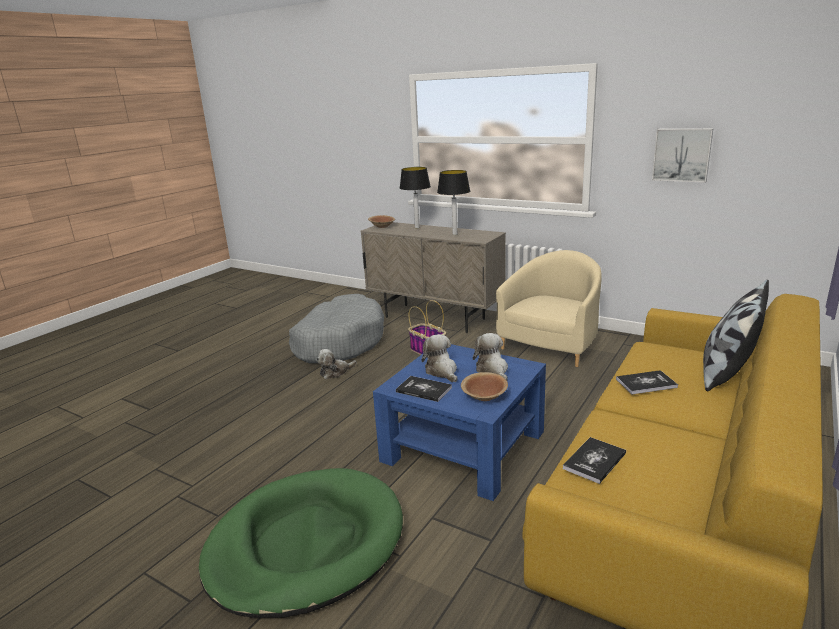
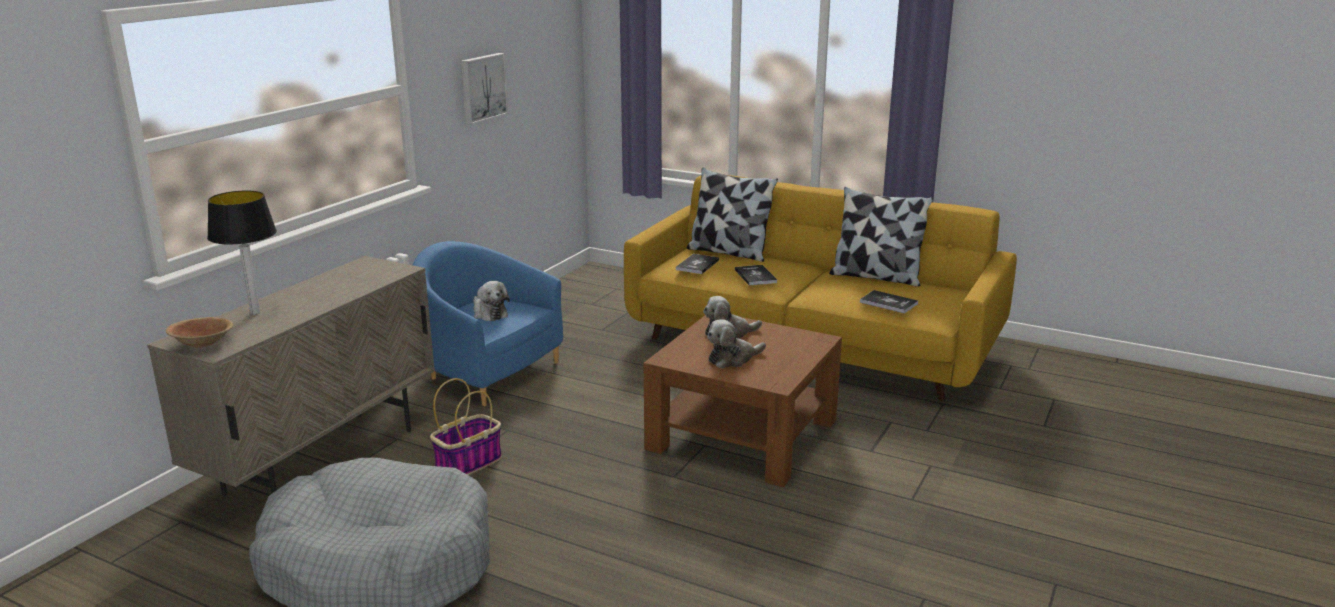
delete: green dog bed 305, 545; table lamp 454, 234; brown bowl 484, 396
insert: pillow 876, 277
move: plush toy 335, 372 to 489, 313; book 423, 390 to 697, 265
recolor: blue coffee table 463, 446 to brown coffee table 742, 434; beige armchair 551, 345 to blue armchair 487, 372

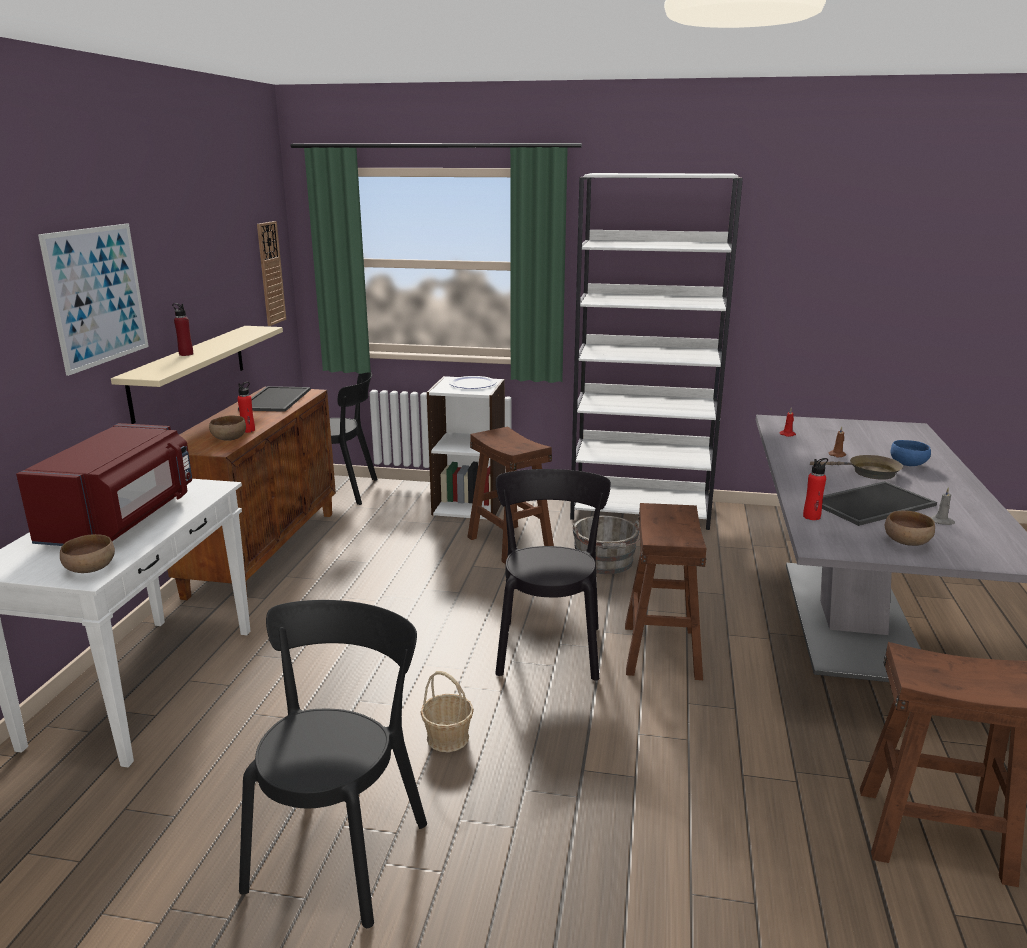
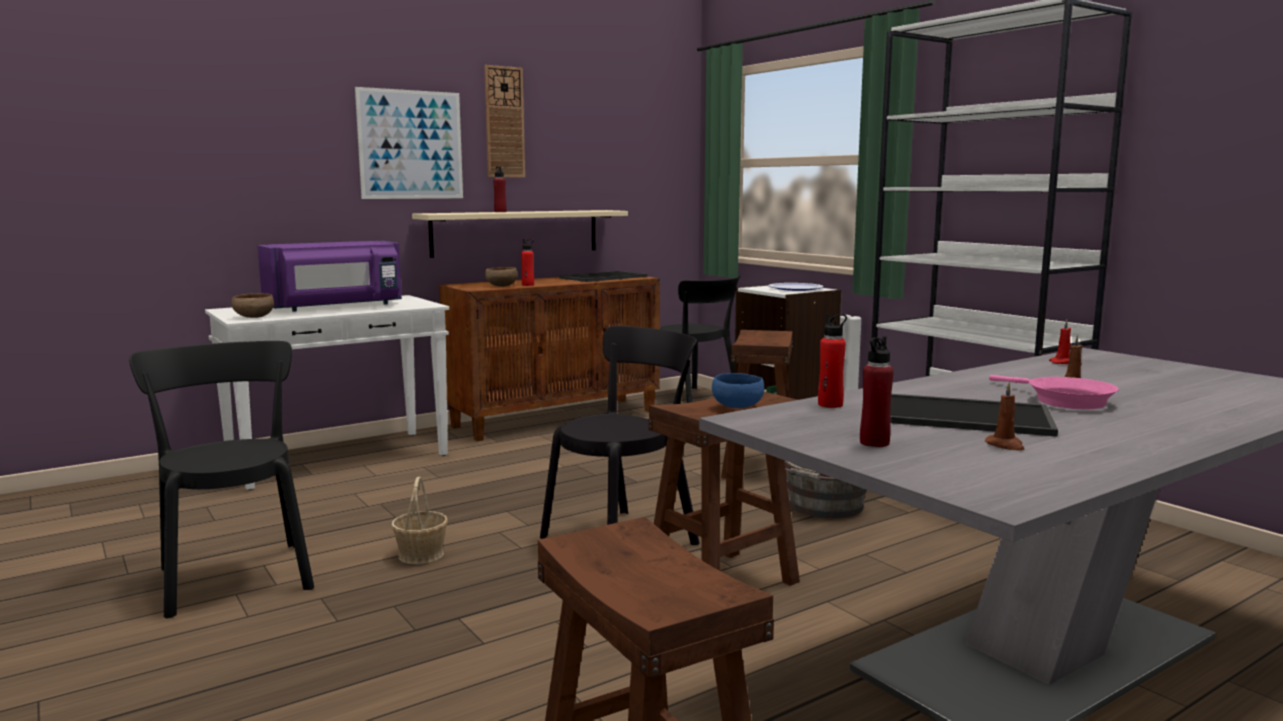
move: wall clock 270, 273 to 504, 122; blue bowl 908, 464 to 738, 407
replace: brown bowl 907, 543 to red bottle 874, 443
recolor: red microwave 123, 519 to purple microwave 336, 307; brown frying pan 869, 472 to pink frying pan 1063, 400; grey candle 942, 522 to brown candle 1005, 445
rotate: black chair 341, 849 = 236, 575 90 degrees counterclockwise

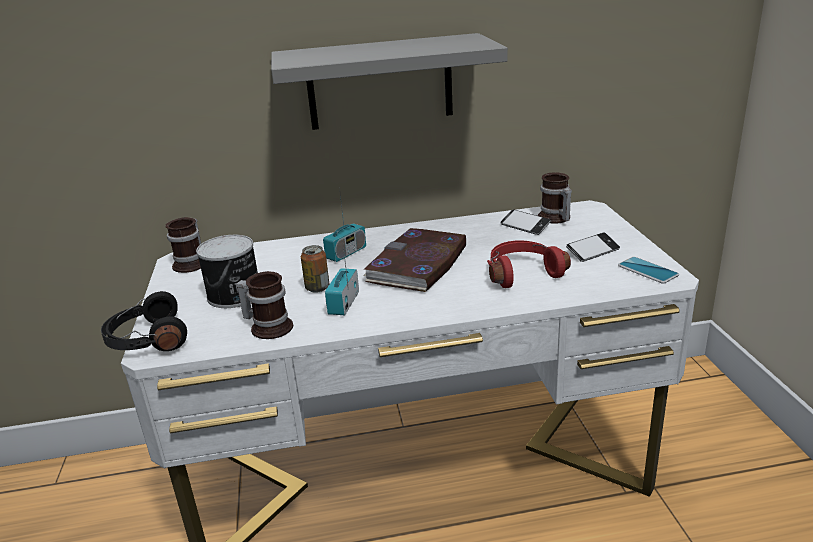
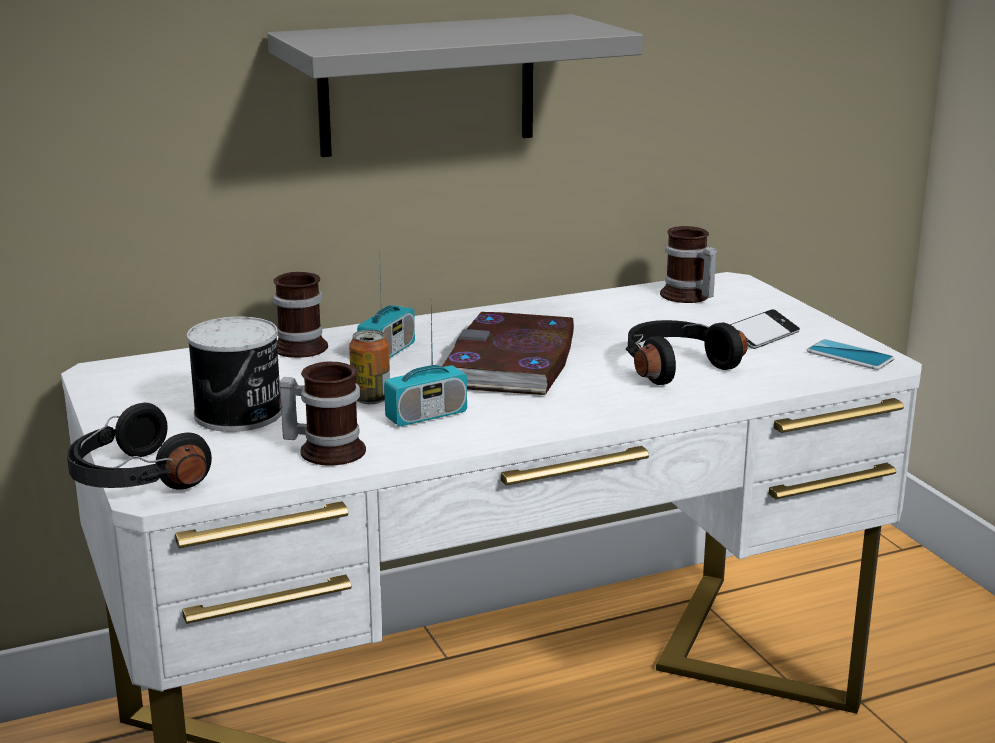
delete: phone 525, 226
move: mug 193, 263 to 303, 345
recolor: red headphones 522, 273 to black headphones 674, 366
rotate: radio 343, 303 = 426, 416 120 degrees counterclockwise

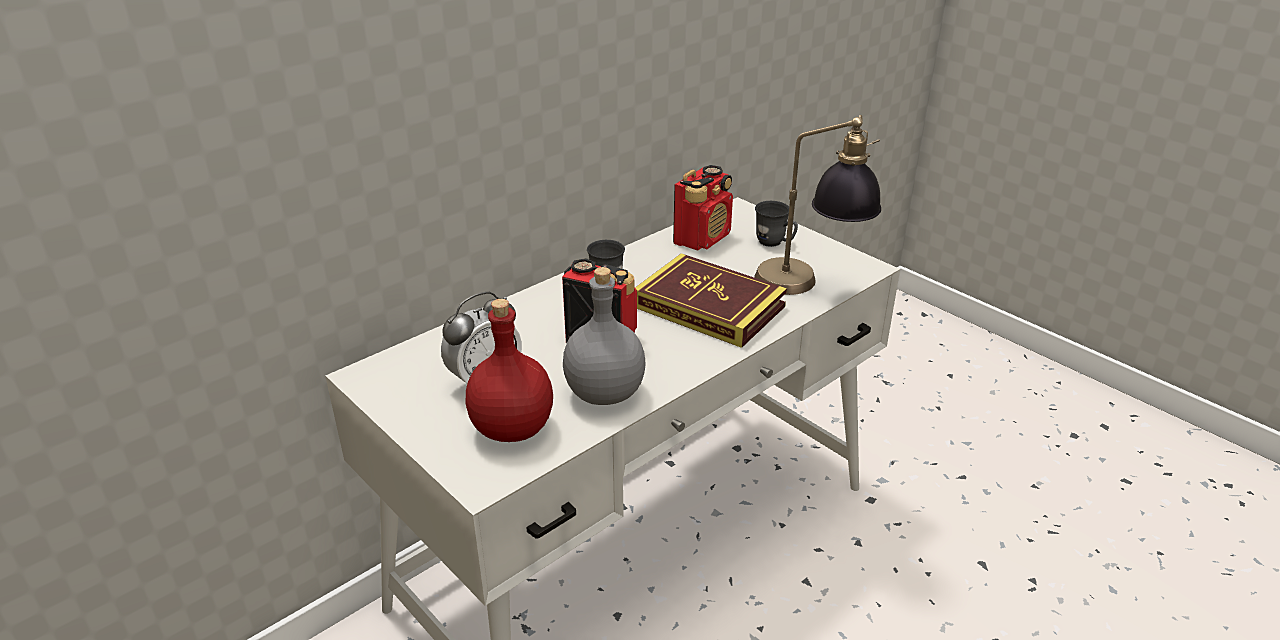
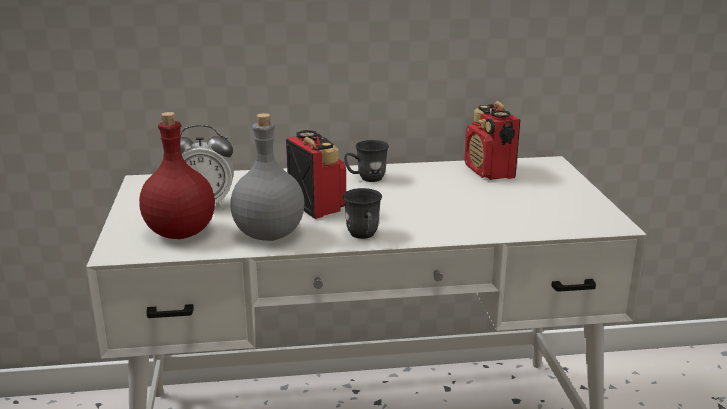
delete: book 709, 307; table lamp 810, 286
move: grey mug 775, 243 to 364, 236
rotate: radio 702, 238 = 489, 172 90 degrees clockwise

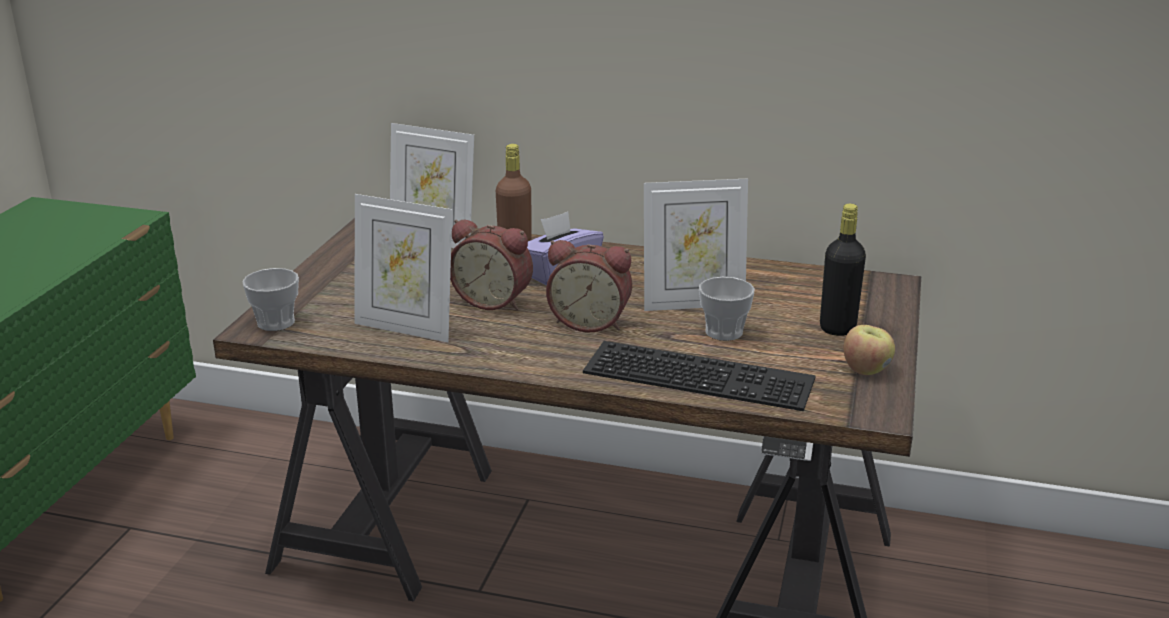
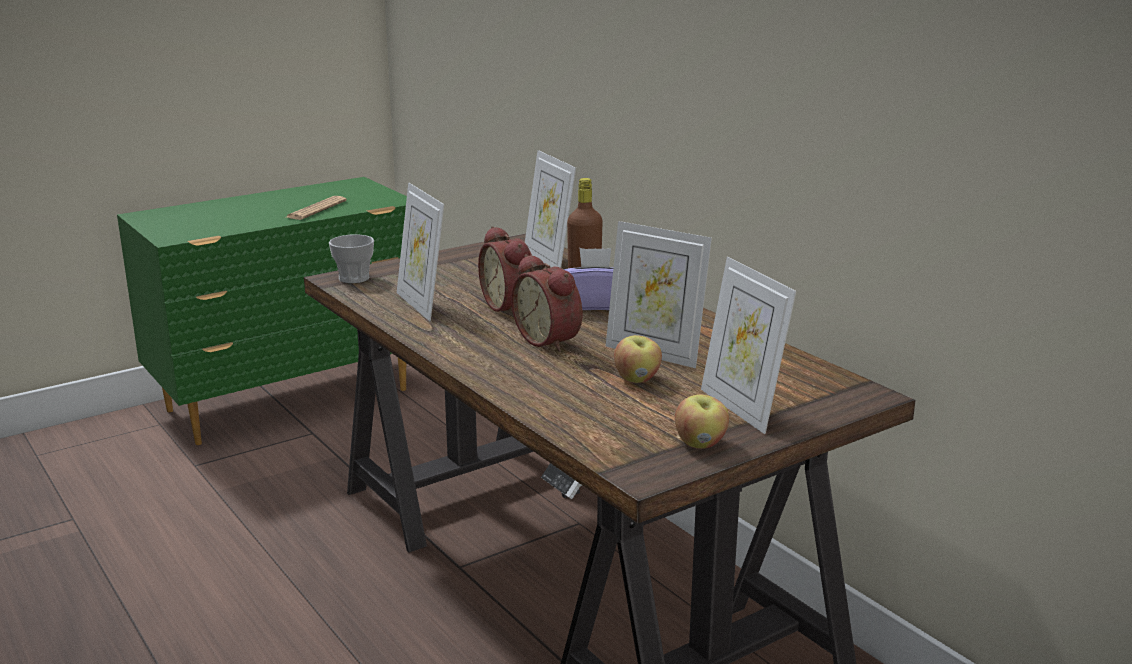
delete: keyboard 702, 374
insert: newspaper 316, 209
replace: cup 724, 332 to apple 637, 379; black bottle 837, 328 to picture frame 741, 408

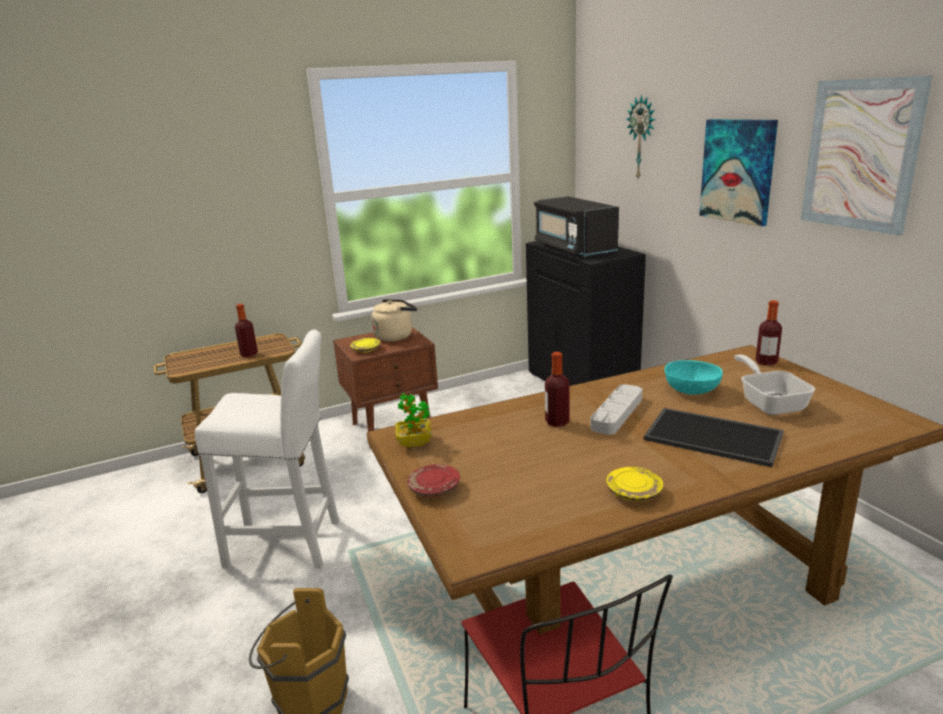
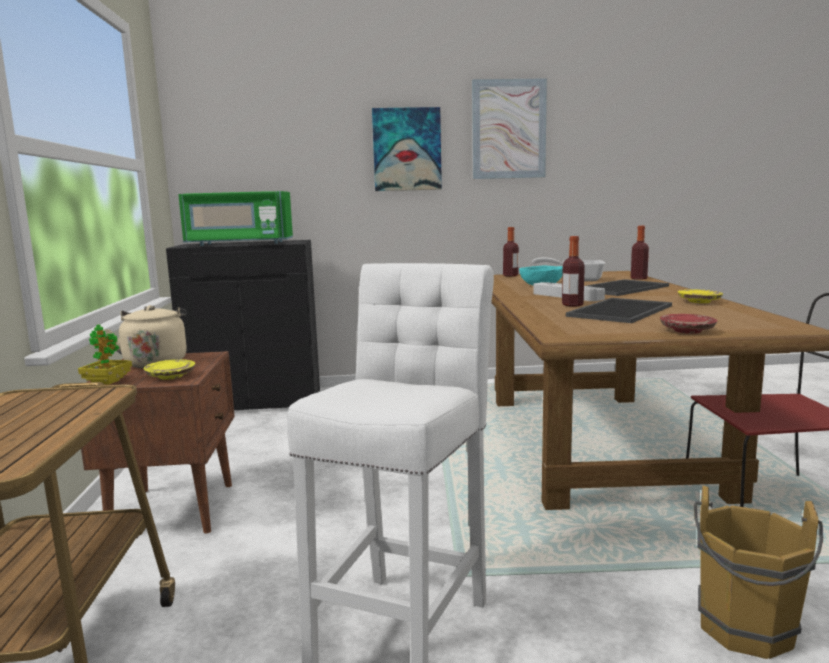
delete: wall clock 642, 138
insert: tray 619, 310
move: bottle 249, 354 to 638, 278; potted plant 414, 443 to 107, 382
recolor: black microwave 573, 248 to green microwave 239, 244

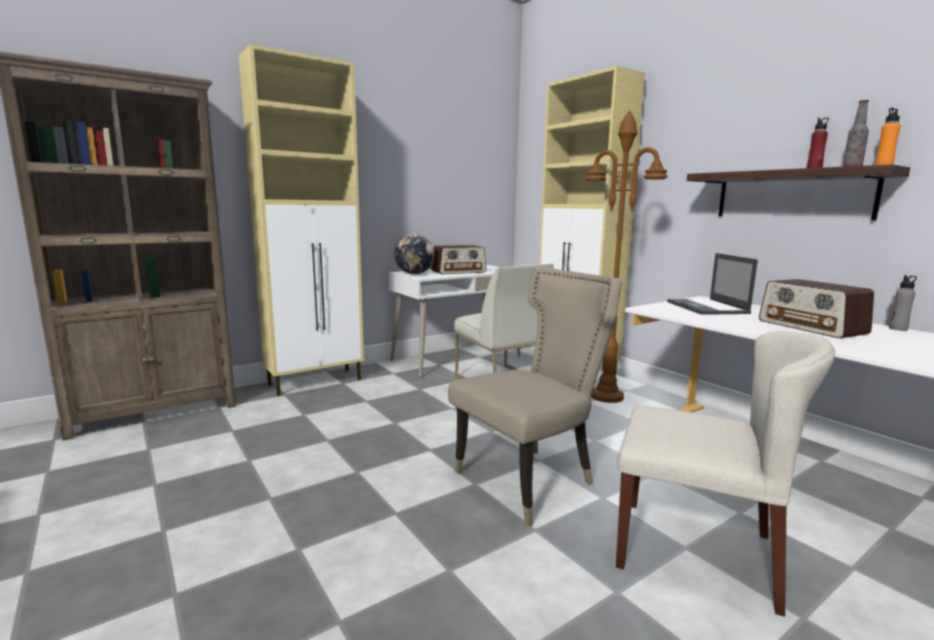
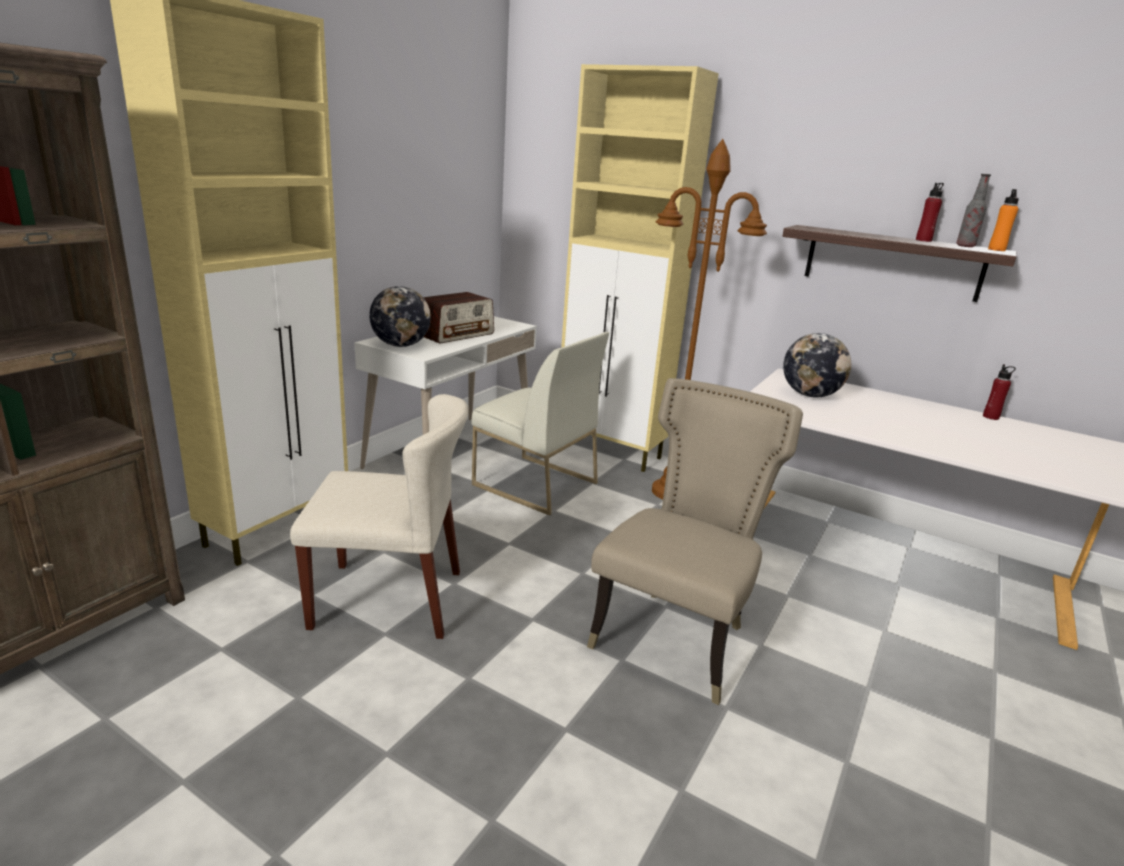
delete: radio 811, 327
move: beige chair 697, 551 to 389, 598
replace: laptop 707, 307 to globe 810, 395
recolor: grey bottle 898, 329 to red bottle 990, 417

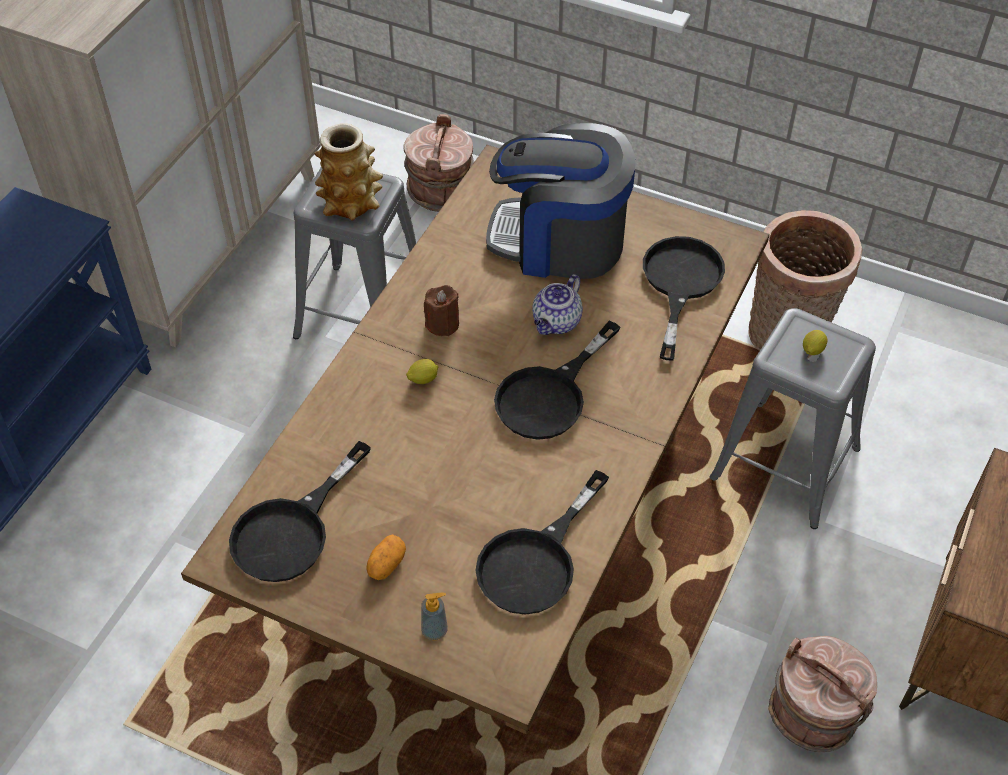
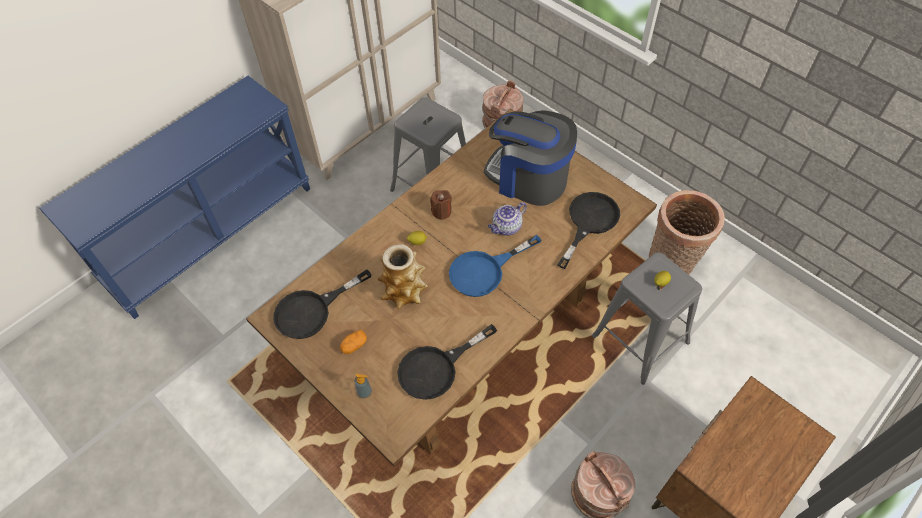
move: vase 351, 202 to 404, 291
recolor: black frying pan 550, 396 to blue frying pan 484, 271

